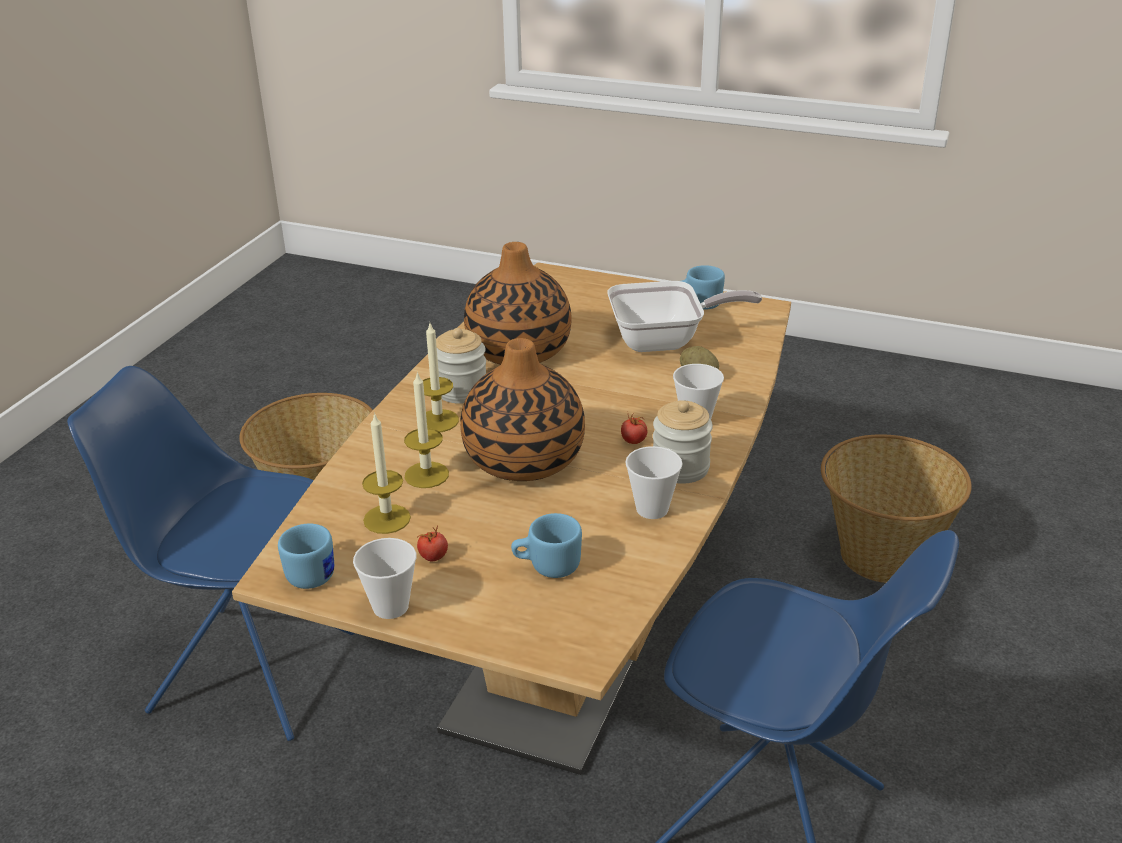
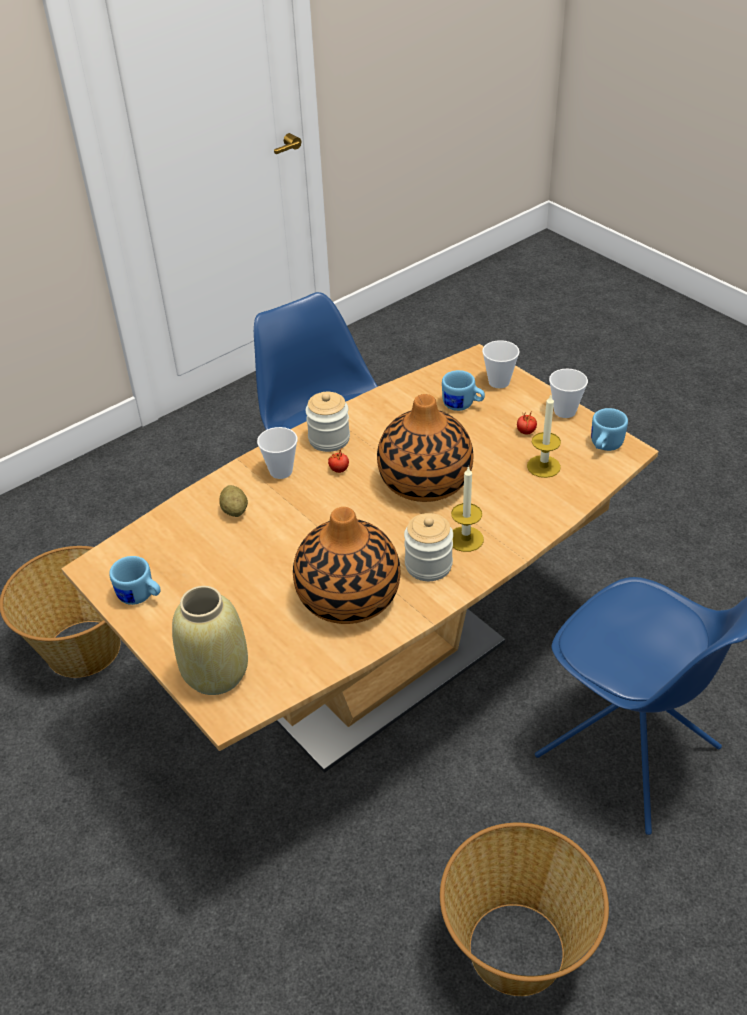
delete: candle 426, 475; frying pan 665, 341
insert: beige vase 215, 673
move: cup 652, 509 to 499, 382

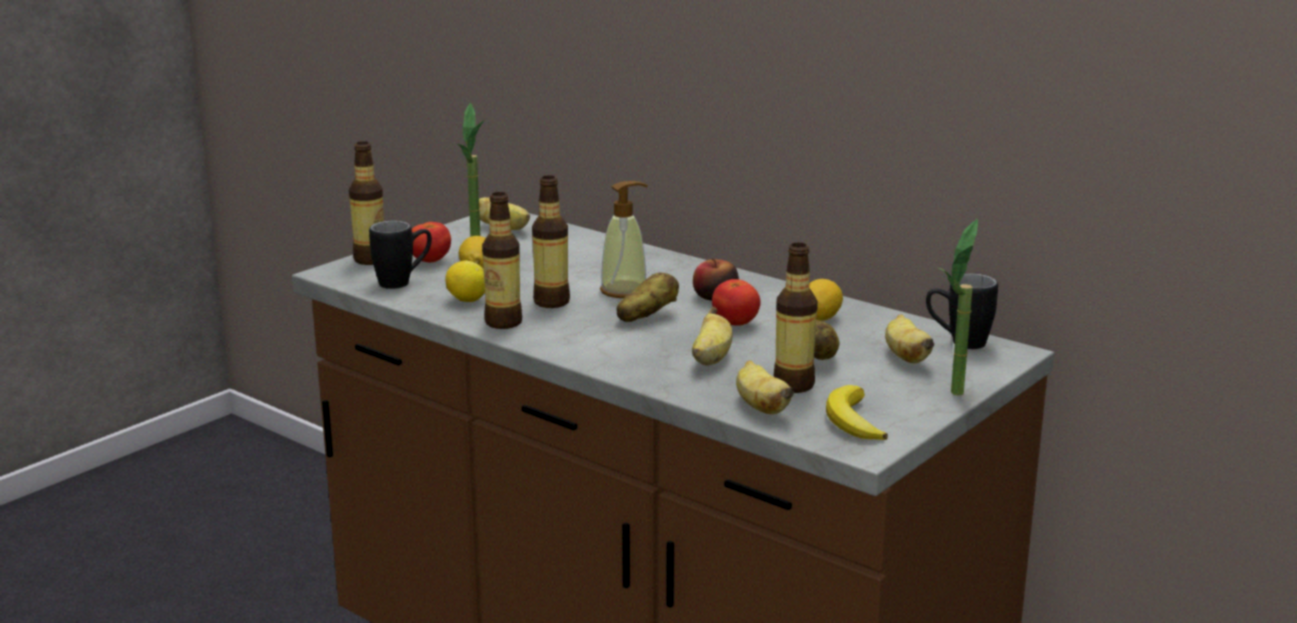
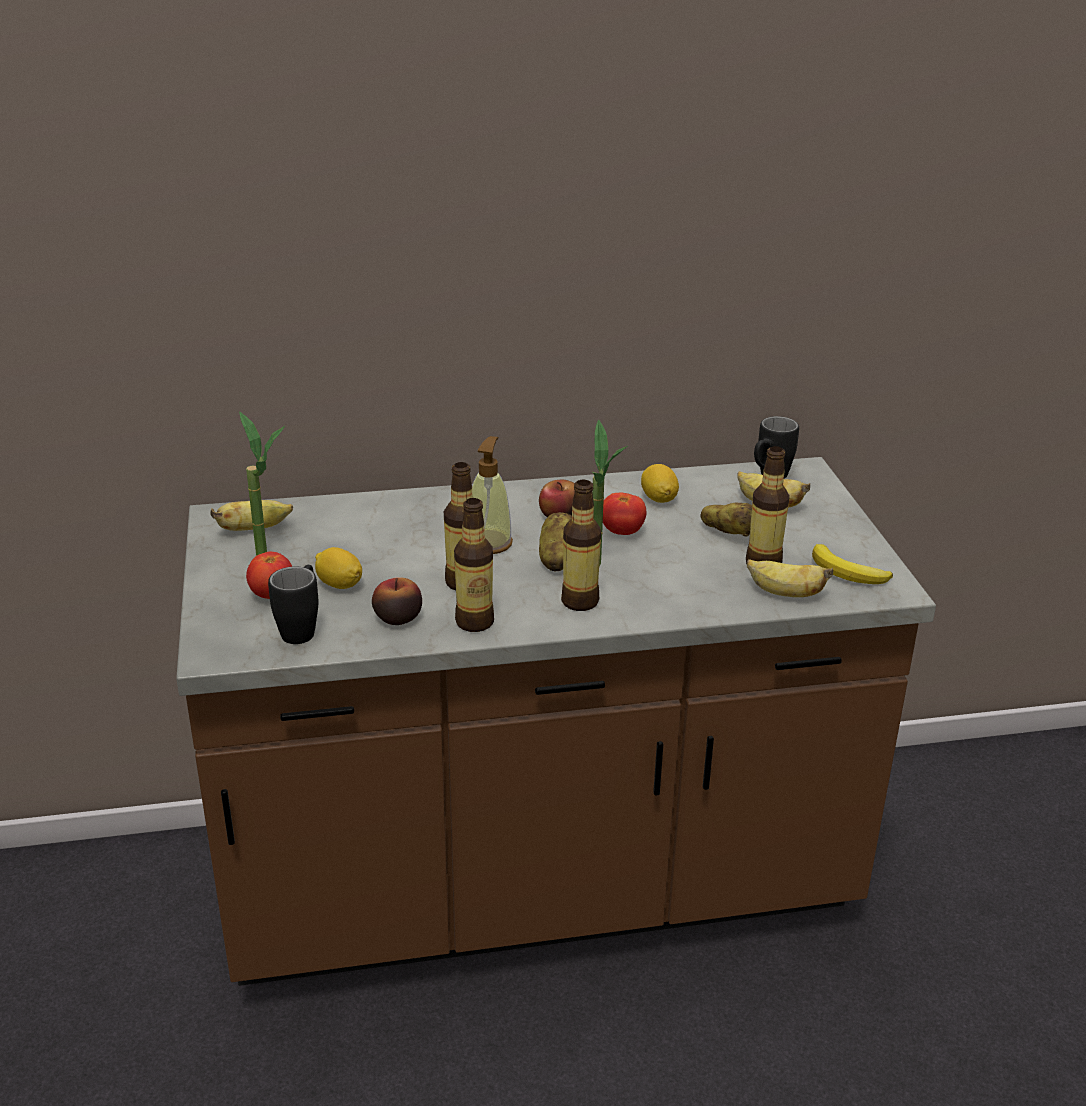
delete: banana 711, 359
move: bottle 370, 259 to 580, 601; potted plant 954, 398 to 601, 569
replace: lemon 466, 300 to apple 397, 617

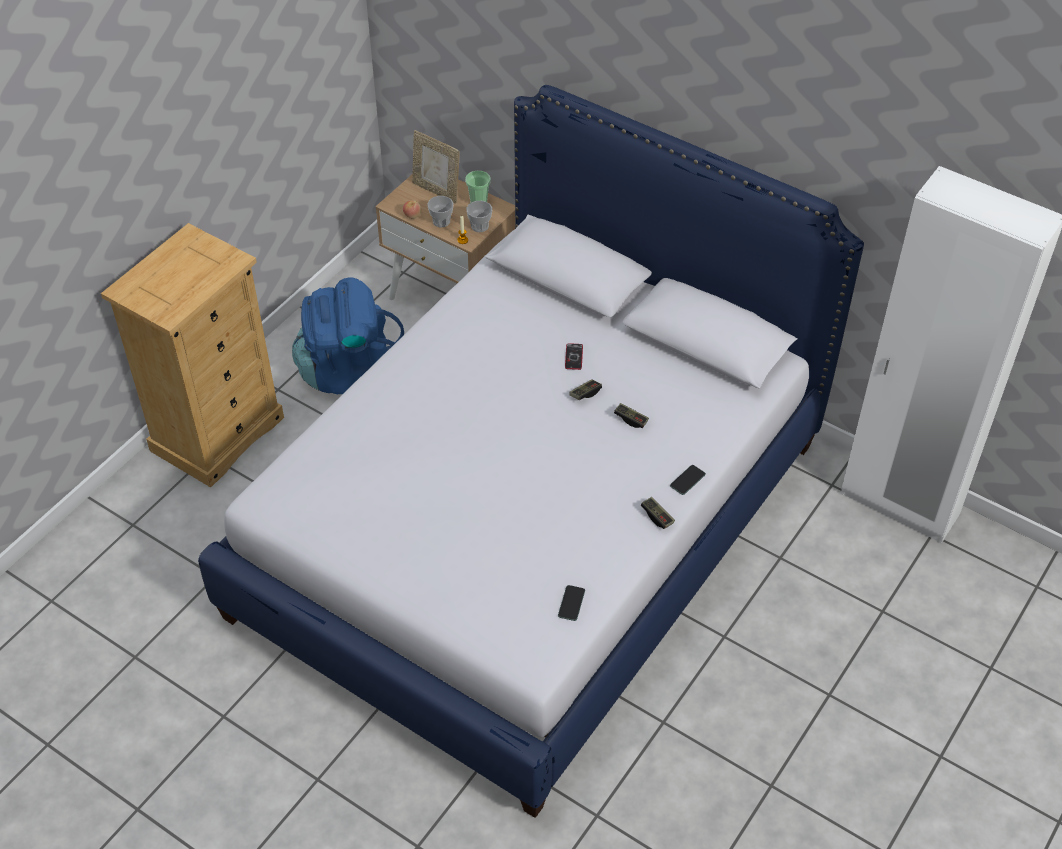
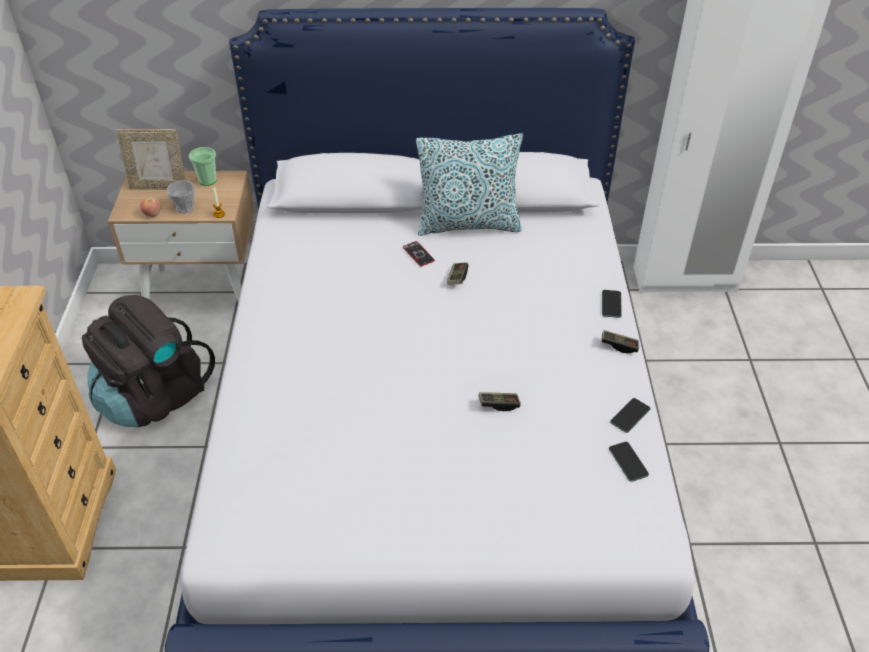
delete: cup 479, 226
insert: pillow 468, 224; phone 630, 415
move: game controller 631, 419 to 499, 404
recolor: blue backpack 350, 372 to black backpack 154, 396

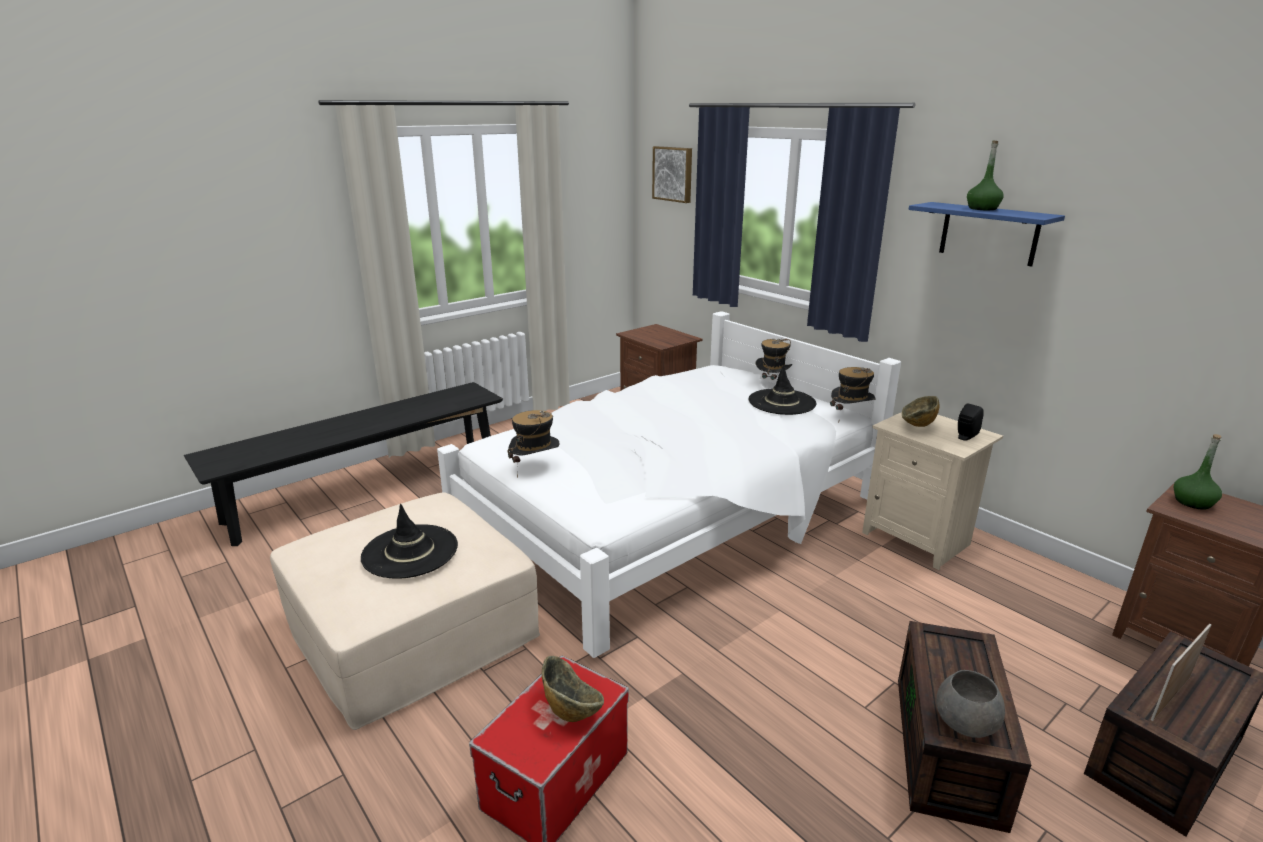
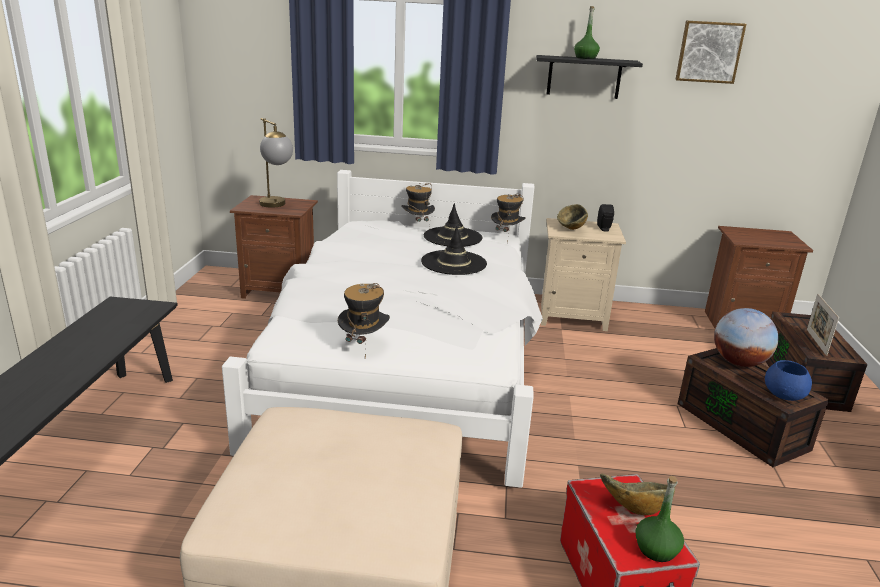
insert: table lamp 276, 206; globe 739, 362
move: black hat 410, 551 to 454, 263; picture 673, 174 to 709, 52; green bottle 1193, 502 to 656, 549
recolor: blue shelf 988, 233 to black shelf 584, 77; grey bowl 965, 722 to blue bowl 784, 395

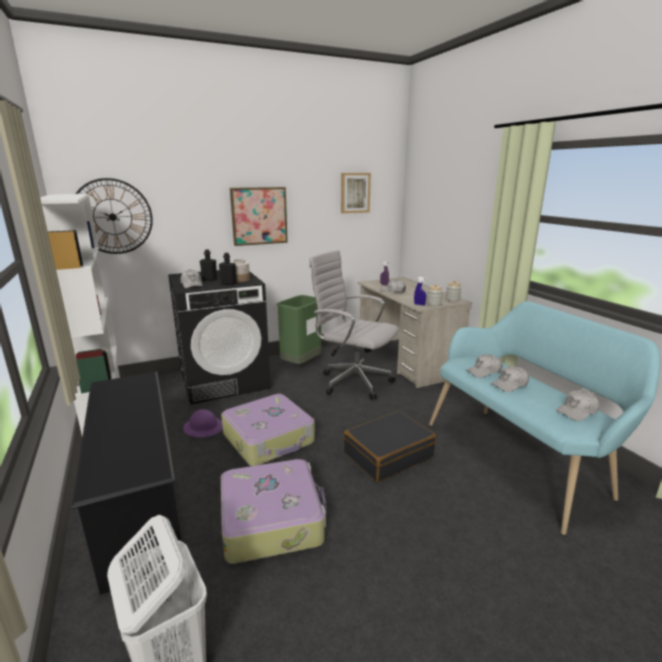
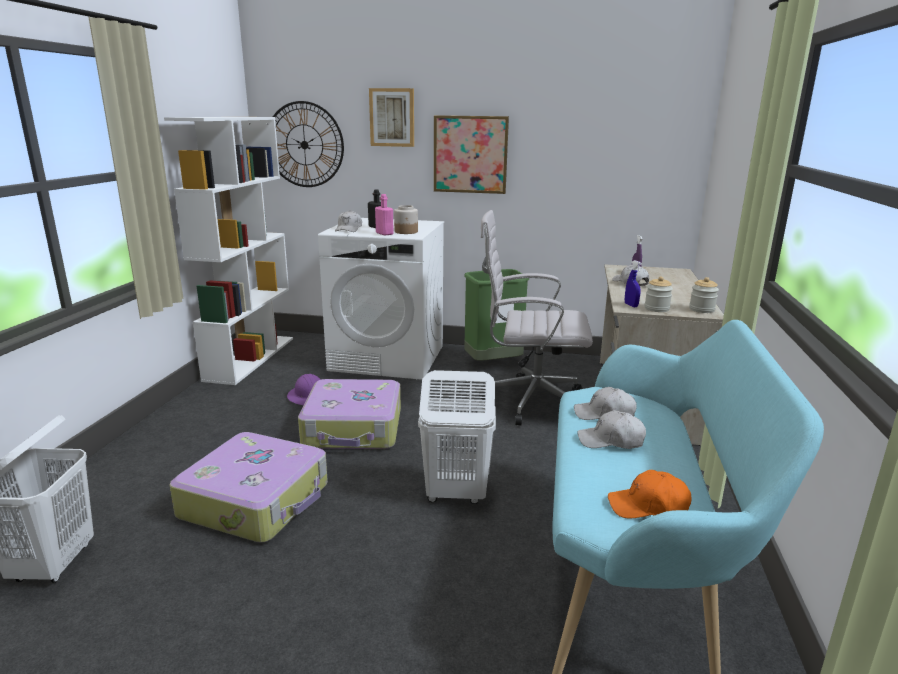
delete: black shoe rack 140, 502
move: picture 355, 193 to 392, 117
replace: black suitcase 388, 454 to white laundry basket 455, 494
recolor: black washing machine 225, 380 to white washing machine 388, 358; black bottle 228, 284 to pink bottle 384, 233; white cap 577, 411 to orange cap 648, 507
rotate: white office chair 352, 382 = 529, 402 60 degrees counterclockwise

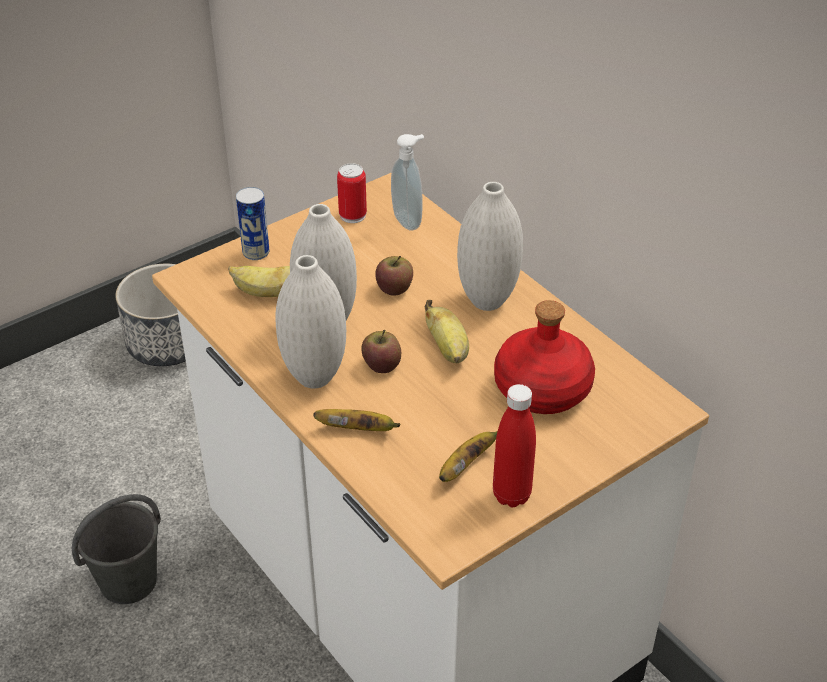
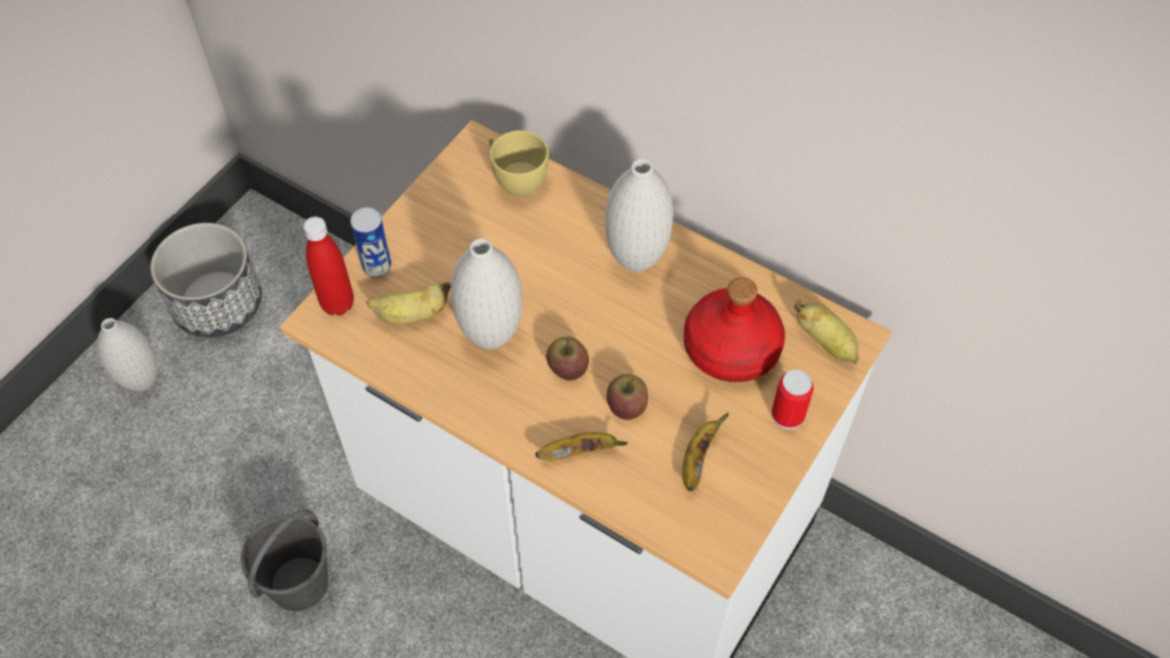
move: white vase 314, 377 to 142, 381; can 352, 215 to 787, 415; apple 394, 288 to 626, 406; banana 448, 349 to 827, 343; red bottle 511, 495 to 337, 304
replace: soap dispenser 409, 220 to yellow cup 516, 180

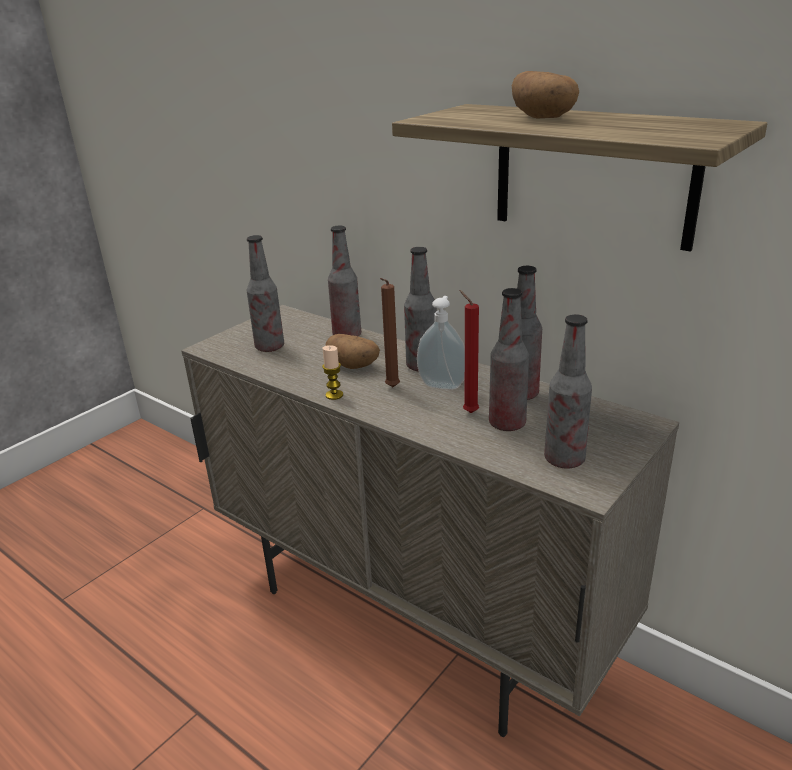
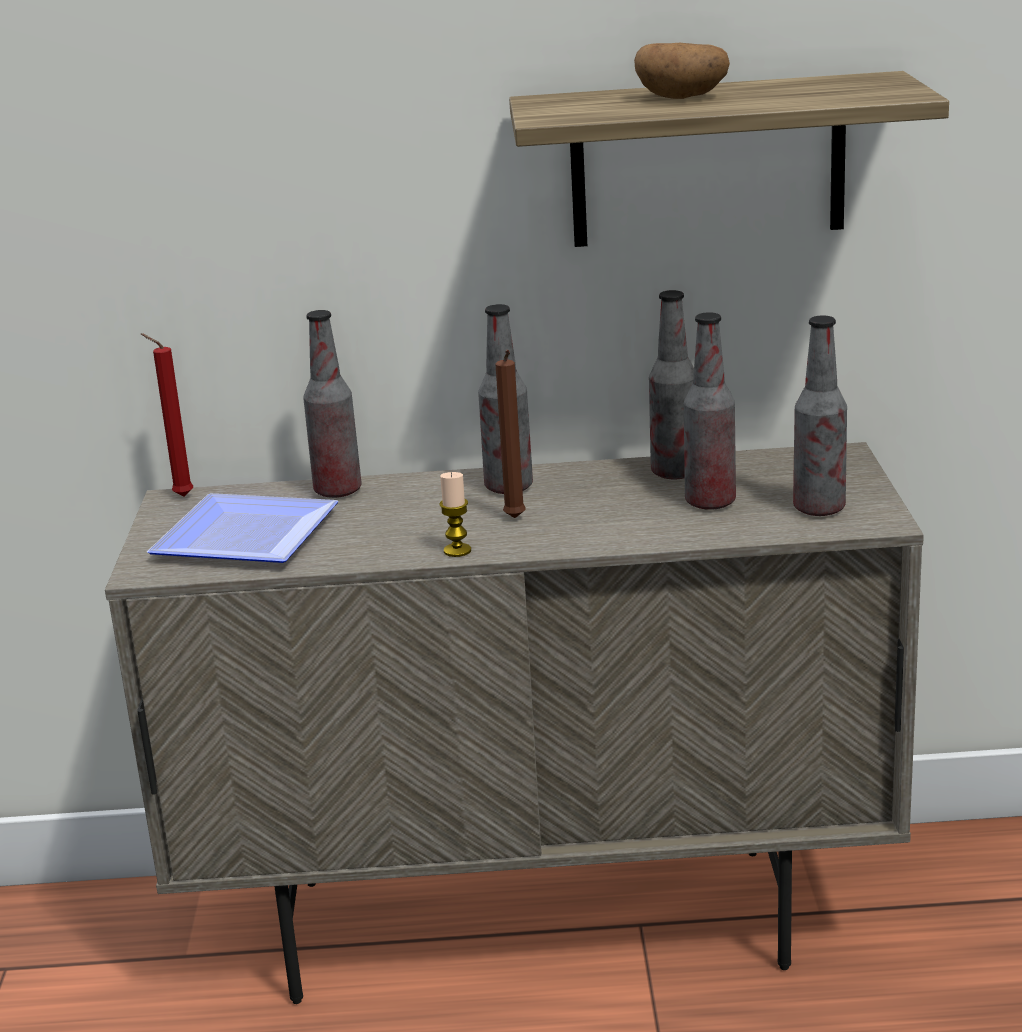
delete: potato 354, 366; soap dispenser 442, 385
move: red candle 468, 412 to 180, 496
replace: bottle 269, 347 to plate 249, 539

